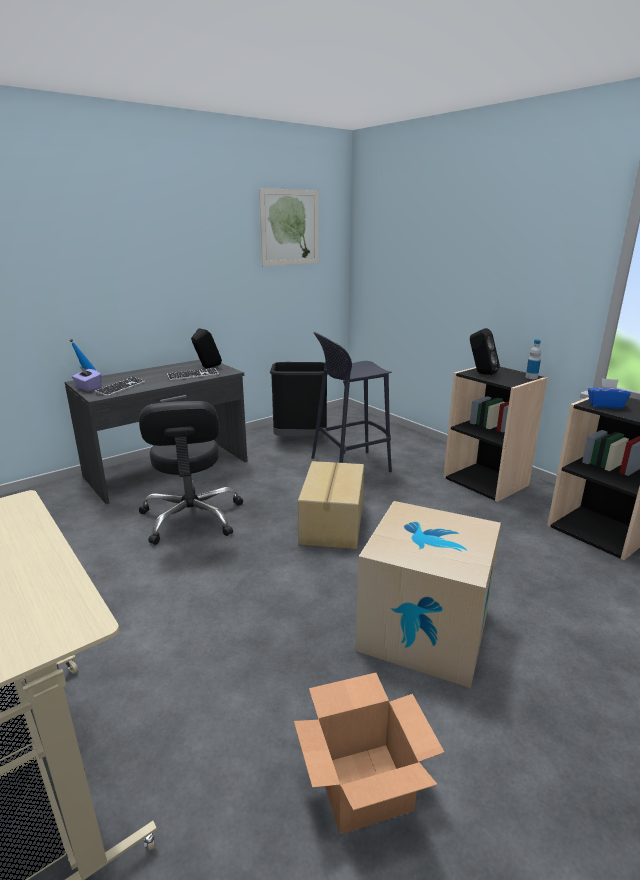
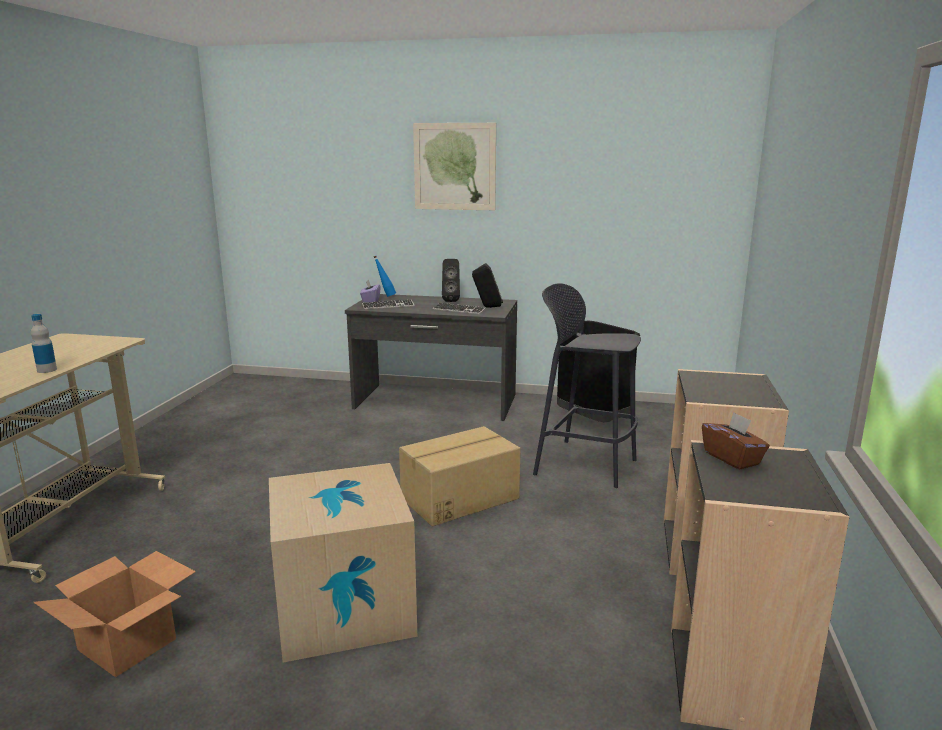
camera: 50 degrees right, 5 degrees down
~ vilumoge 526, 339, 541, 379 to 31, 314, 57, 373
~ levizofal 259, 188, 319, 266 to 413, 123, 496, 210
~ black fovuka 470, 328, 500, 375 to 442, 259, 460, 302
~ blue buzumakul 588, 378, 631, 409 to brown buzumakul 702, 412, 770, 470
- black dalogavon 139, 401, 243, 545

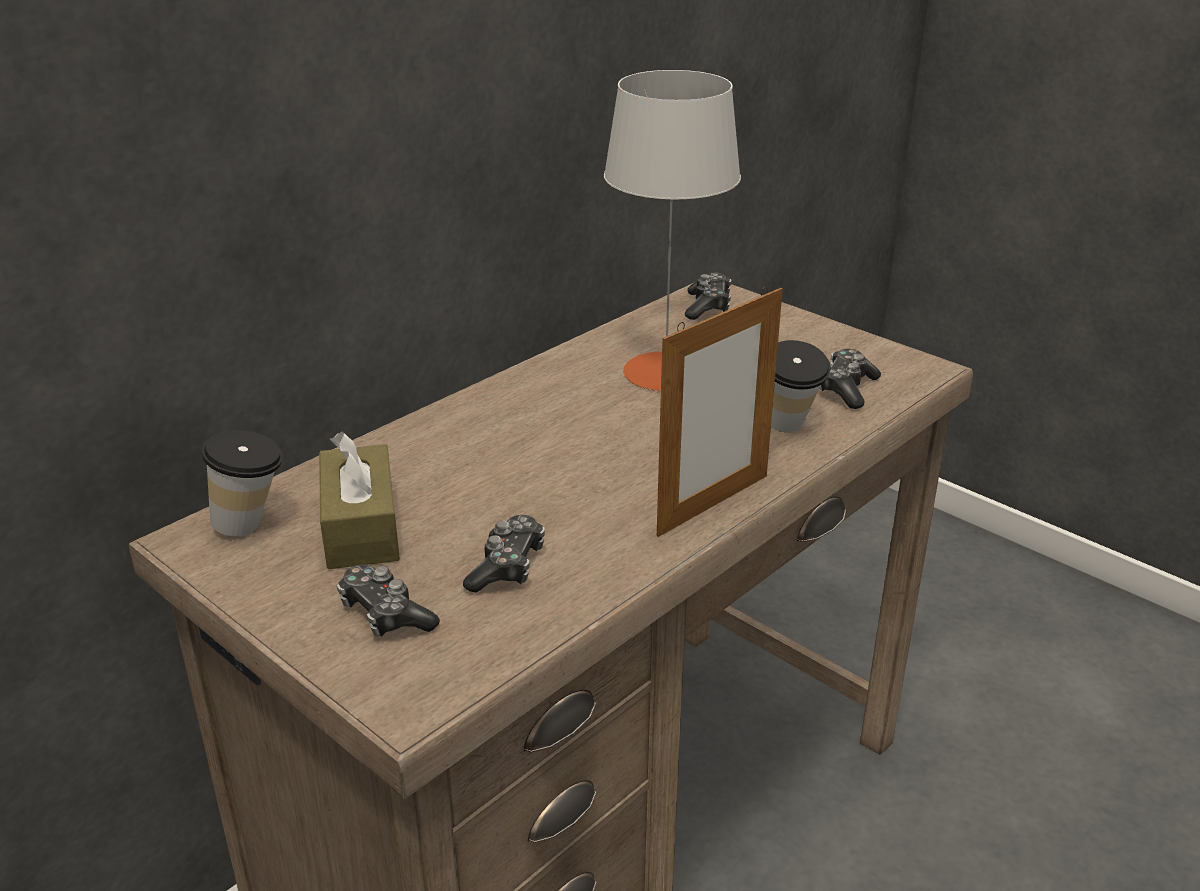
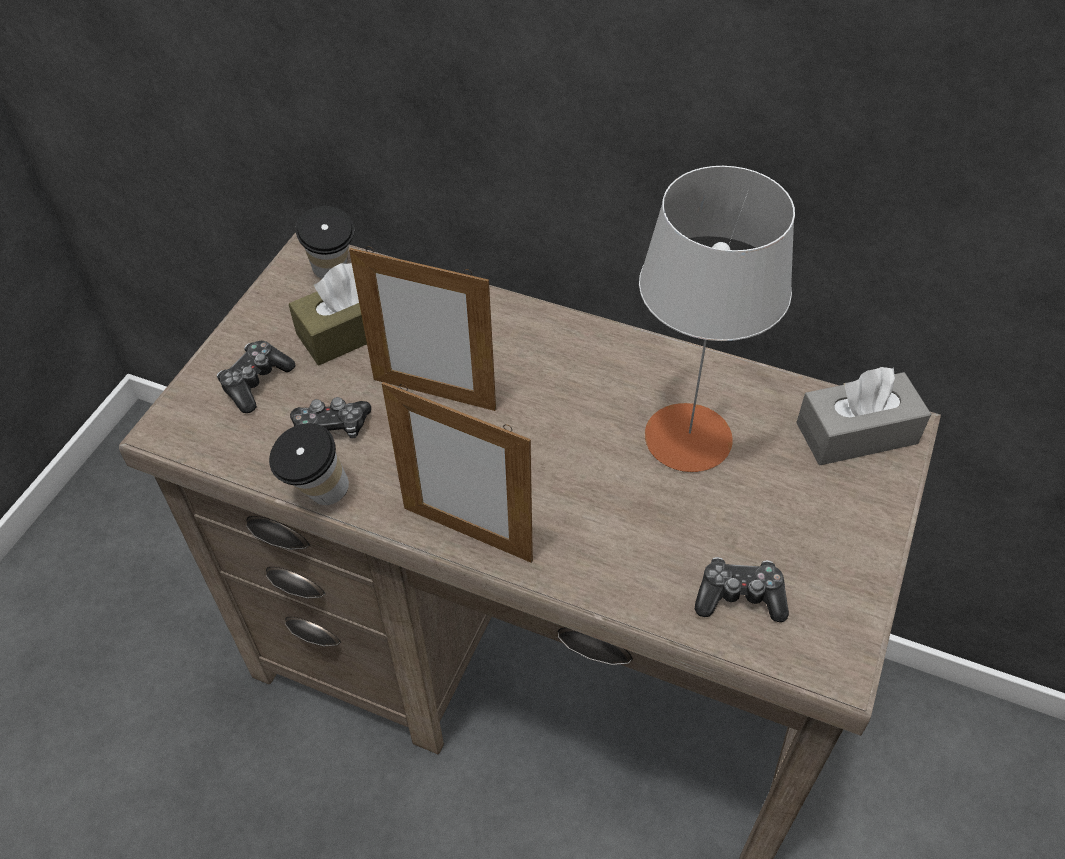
camera: 70 degrees right, 20 degrees up
~ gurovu 771, 340, 831, 432 to 269, 423, 349, 505
+ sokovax 349, 247, 496, 411
~ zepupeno 685, 272, 732, 320 to grey buzumakul 796, 367, 931, 465

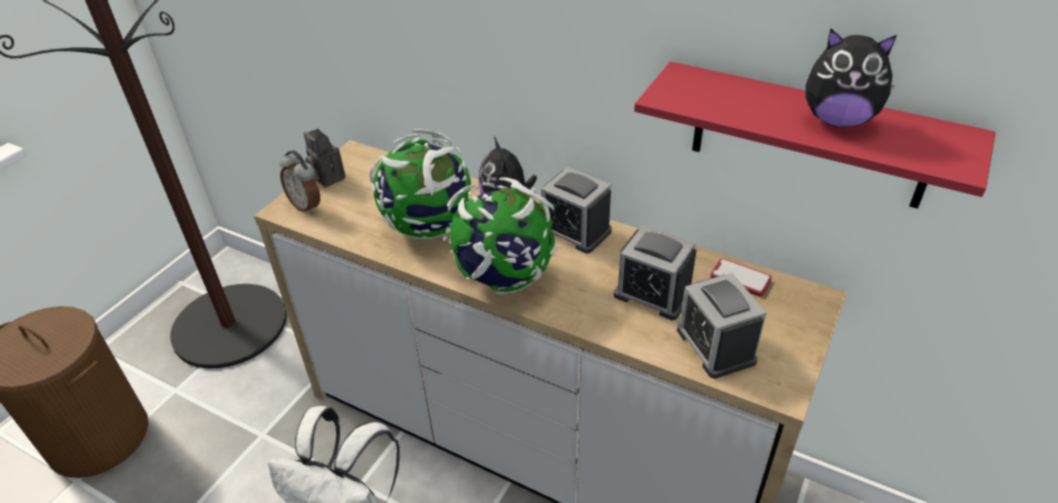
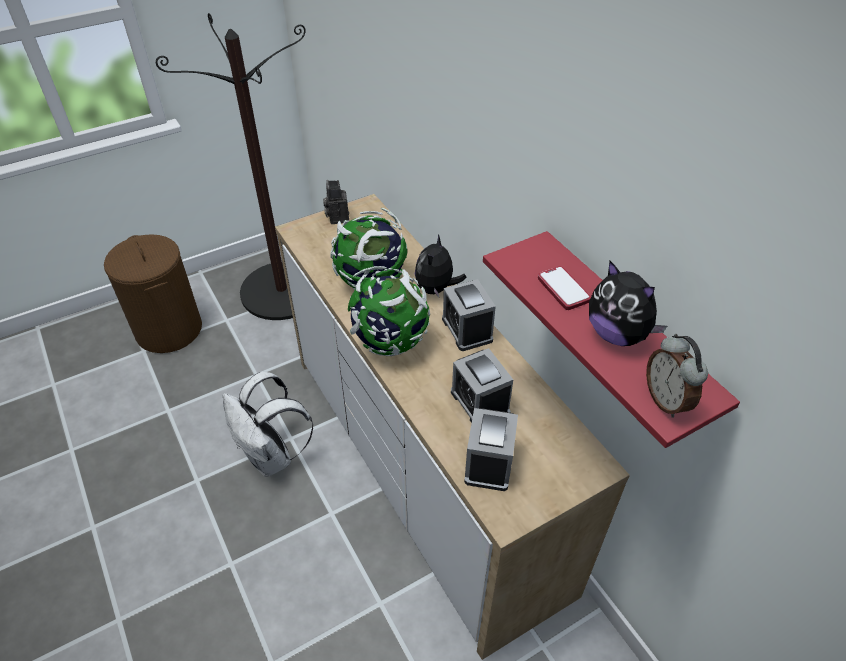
camera: 30 degrees right, 5 degrees up
~ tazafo 710, 259, 772, 296 to 538, 266, 591, 310
~ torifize 279, 150, 320, 214 to 646, 334, 708, 418

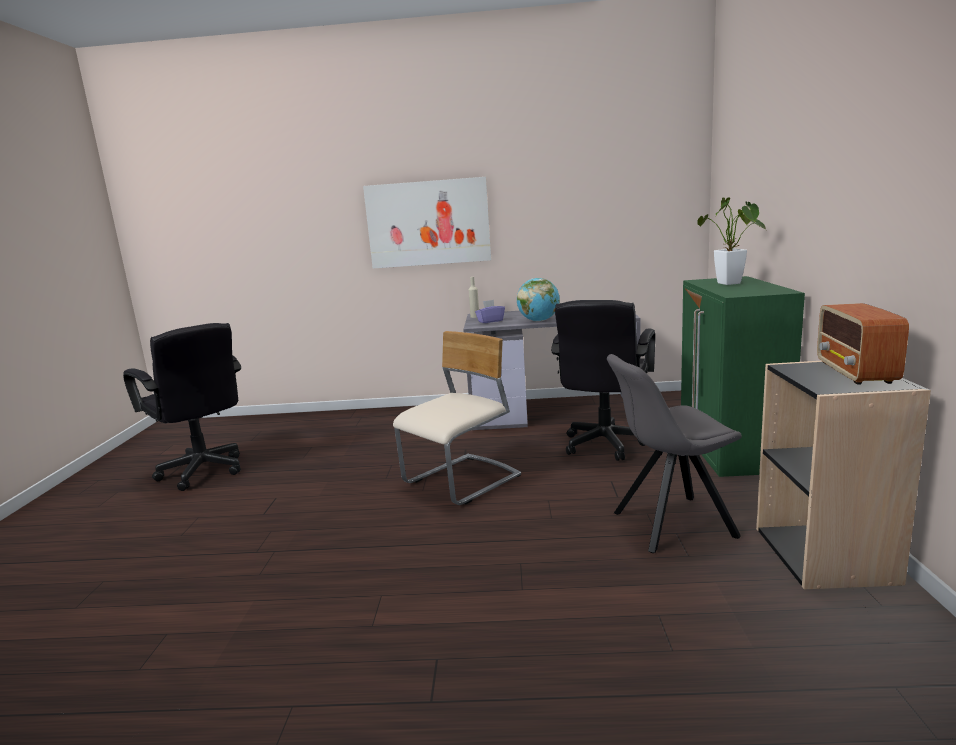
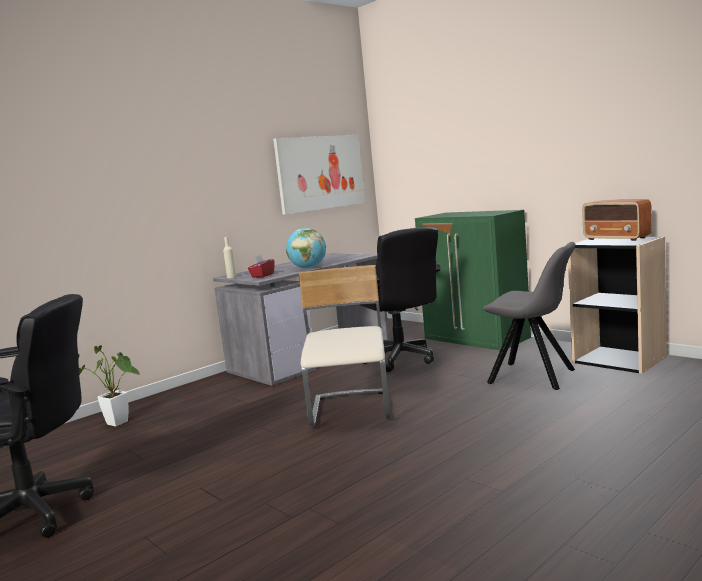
camera: 45 degrees left, 5 degrees down
~ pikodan 697, 197, 766, 285 to 79, 345, 141, 427
~ purple buzumakul 475, 300, 505, 323 to red buzumakul 248, 255, 275, 278
~ levizofal 363, 177, 491, 269 to 273, 135, 365, 215
~ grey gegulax 607, 354, 742, 553 = 483, 242, 576, 390 90 degrees counterclockwise

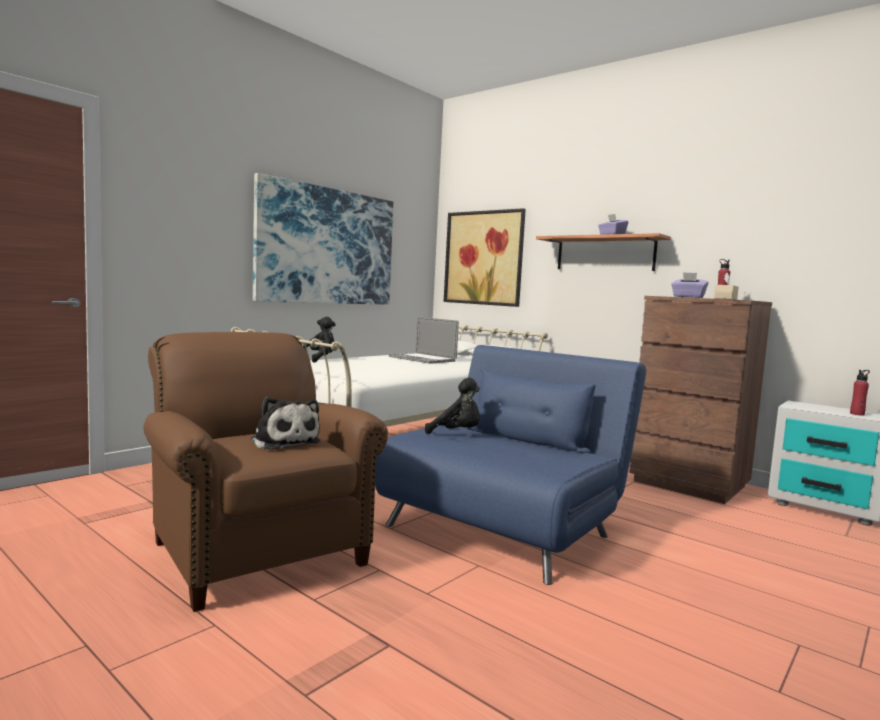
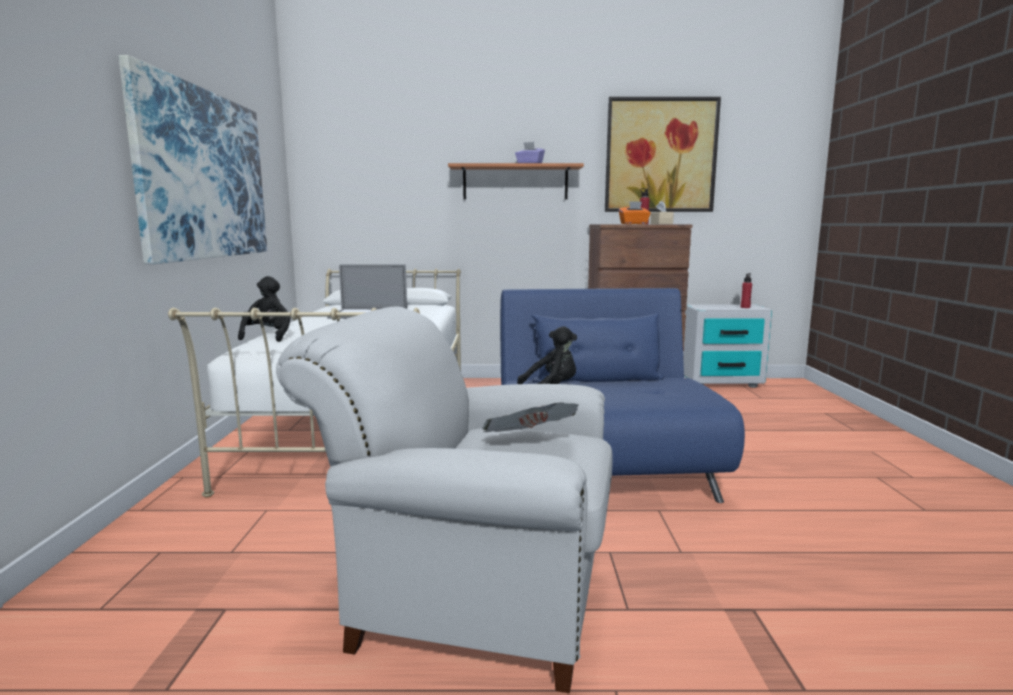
camera: 40 degrees left, 5 degrees up
~ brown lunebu 144, 332, 388, 612 to white lunebu 276, 307, 613, 693
~ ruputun 251, 397, 320, 450 to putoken 482, 403, 579, 432
~ levizofal 444, 208, 526, 307 to 605, 97, 721, 212
~ purple buzumakul 671, 272, 708, 298 to orange buzumakul 619, 201, 651, 224

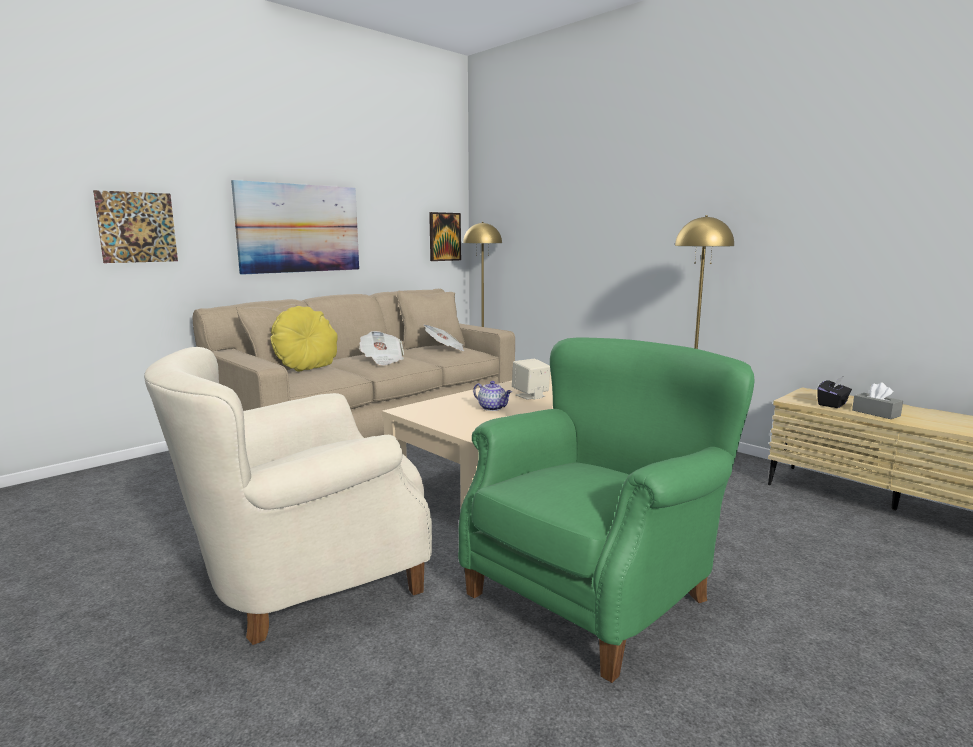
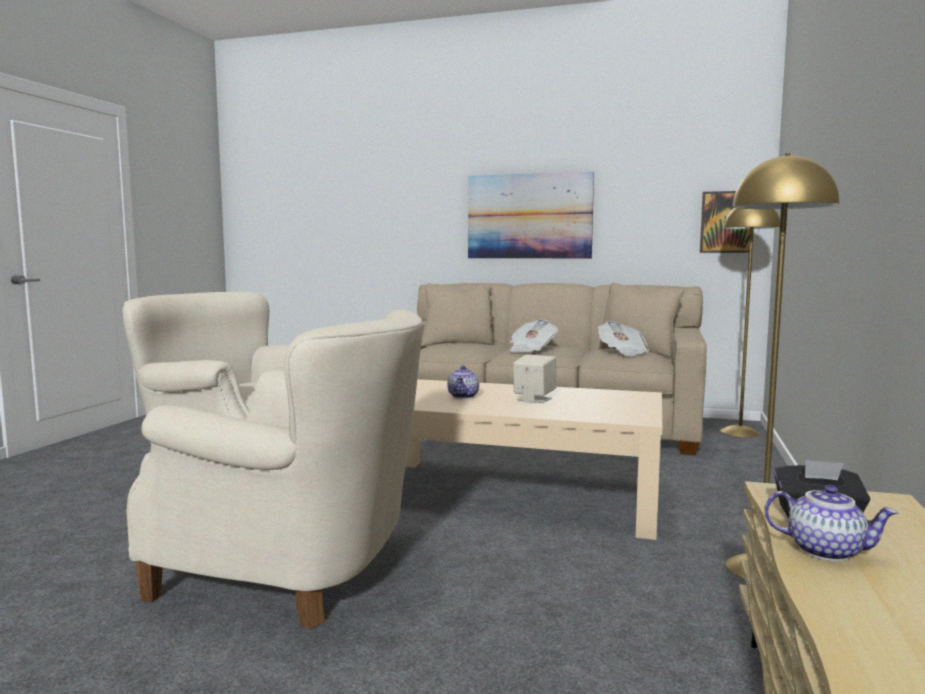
camera: 60 degrees right, 5 degrees down
~ green lunebu 458, 338, 754, 683 to beige lunebu 127, 310, 424, 629
~ grey buzumakul 852, 382, 903, 419 to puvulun 764, 485, 899, 561
- levizofal 93, 190, 178, 263
- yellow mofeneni 270, 306, 338, 372

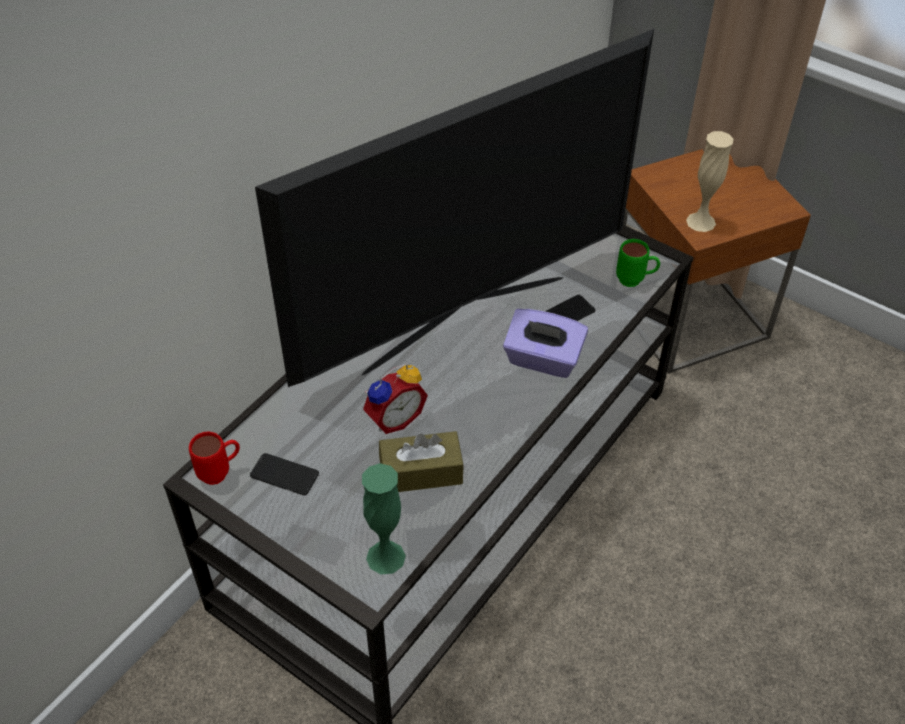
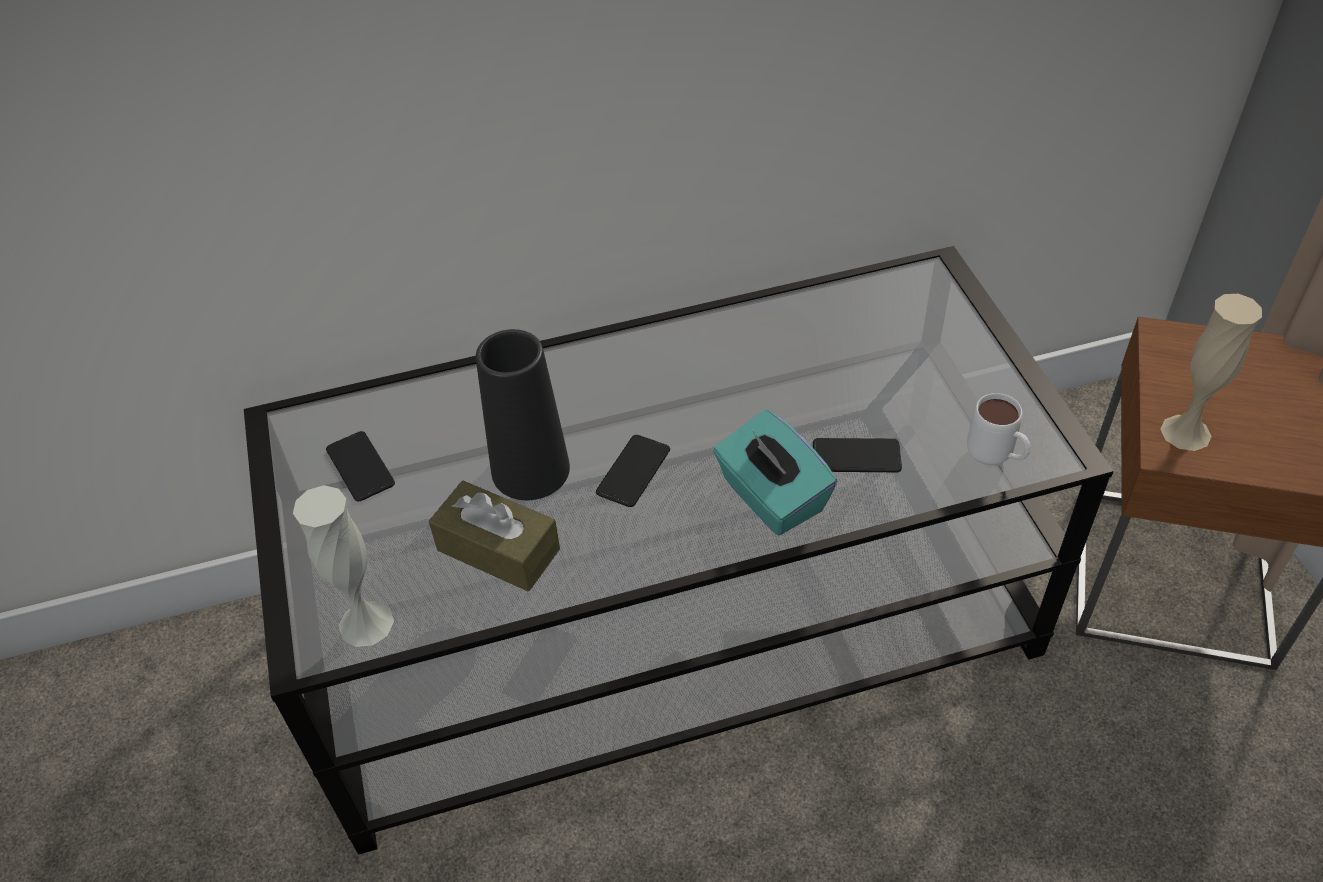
camera: 40 degrees right, 0 degrees up
~ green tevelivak 362, 463, 406, 574 to white tevelivak 293, 485, 394, 647
~ torifize 363, 363, 428, 434 to black tevelivak 476, 329, 570, 500
+ tazafo 596, 435, 670, 507
~ purple buzumakul 503, 309, 588, 378 to turquoise buzumakul 713, 410, 837, 536
~ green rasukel 616, 239, 660, 287 to white rasukel 967, 393, 1031, 468
- red rasukel 189, 432, 240, 485
- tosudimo 255, 29, 654, 387

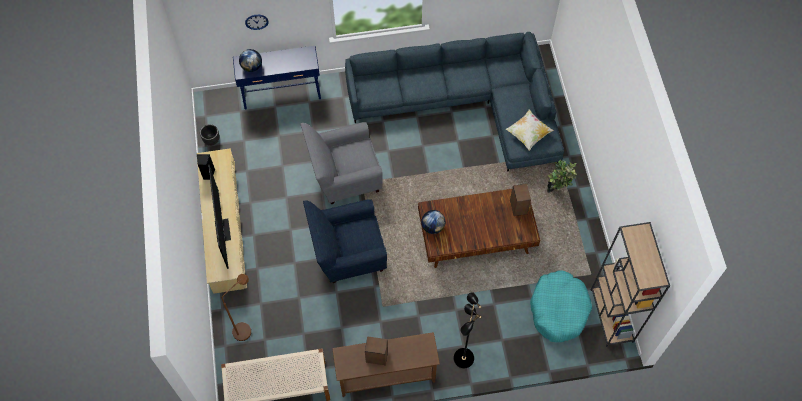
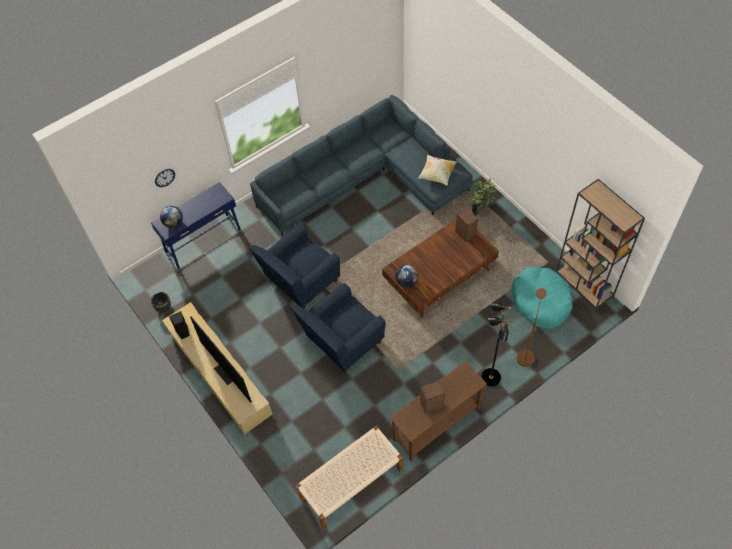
camera: 25 degrees left, 5 degrees down
~ grey lunebu 301, 122, 383, 204 to blue lunebu 249, 224, 340, 309
~ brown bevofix 222, 274, 251, 341 to 517, 288, 547, 367

